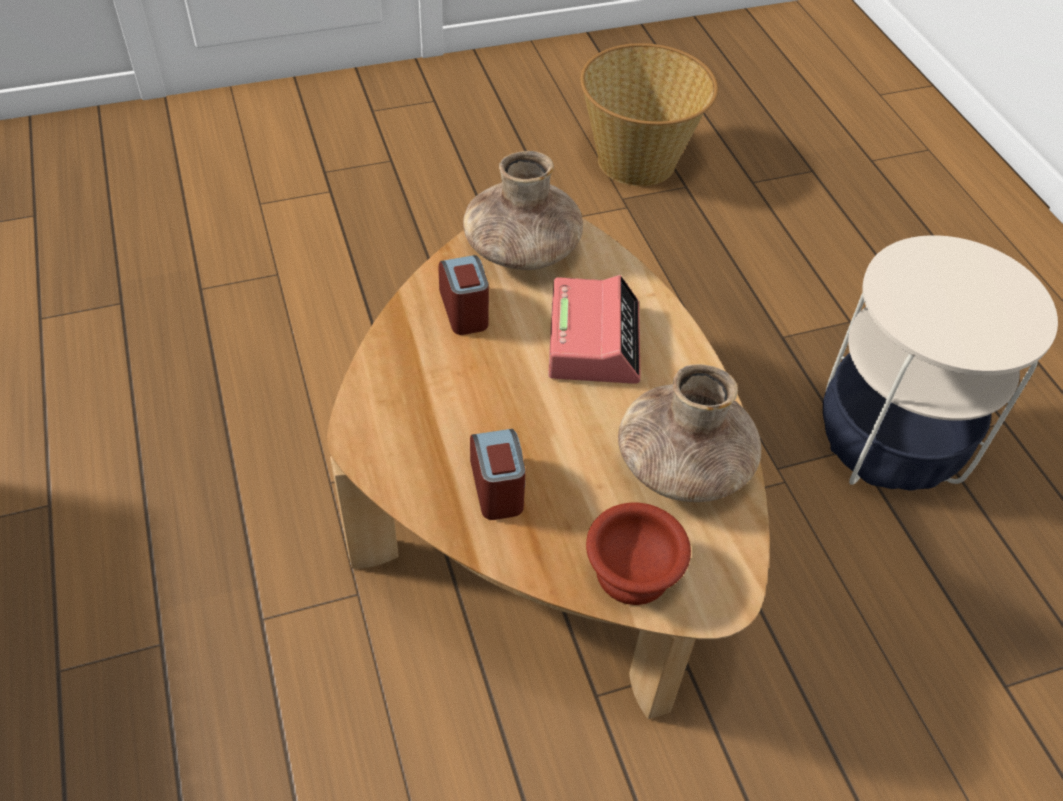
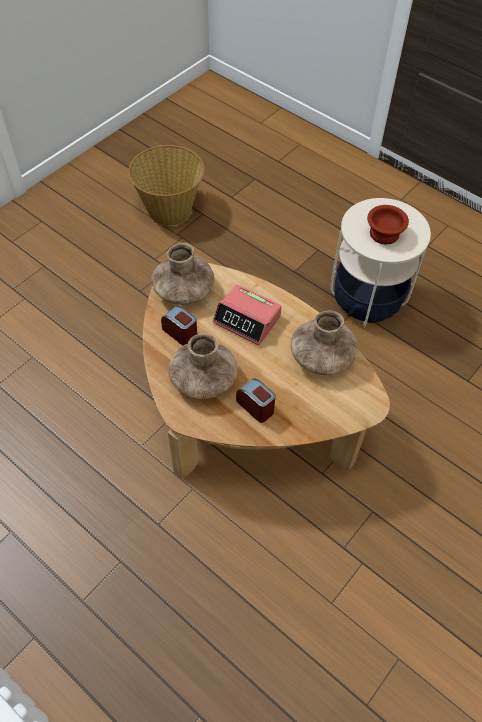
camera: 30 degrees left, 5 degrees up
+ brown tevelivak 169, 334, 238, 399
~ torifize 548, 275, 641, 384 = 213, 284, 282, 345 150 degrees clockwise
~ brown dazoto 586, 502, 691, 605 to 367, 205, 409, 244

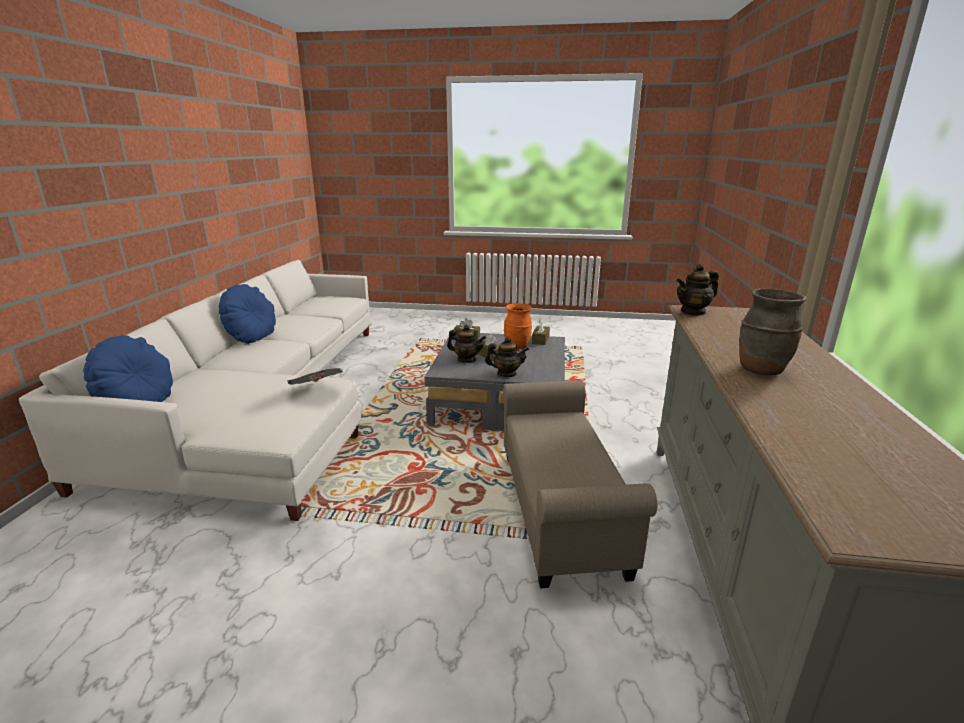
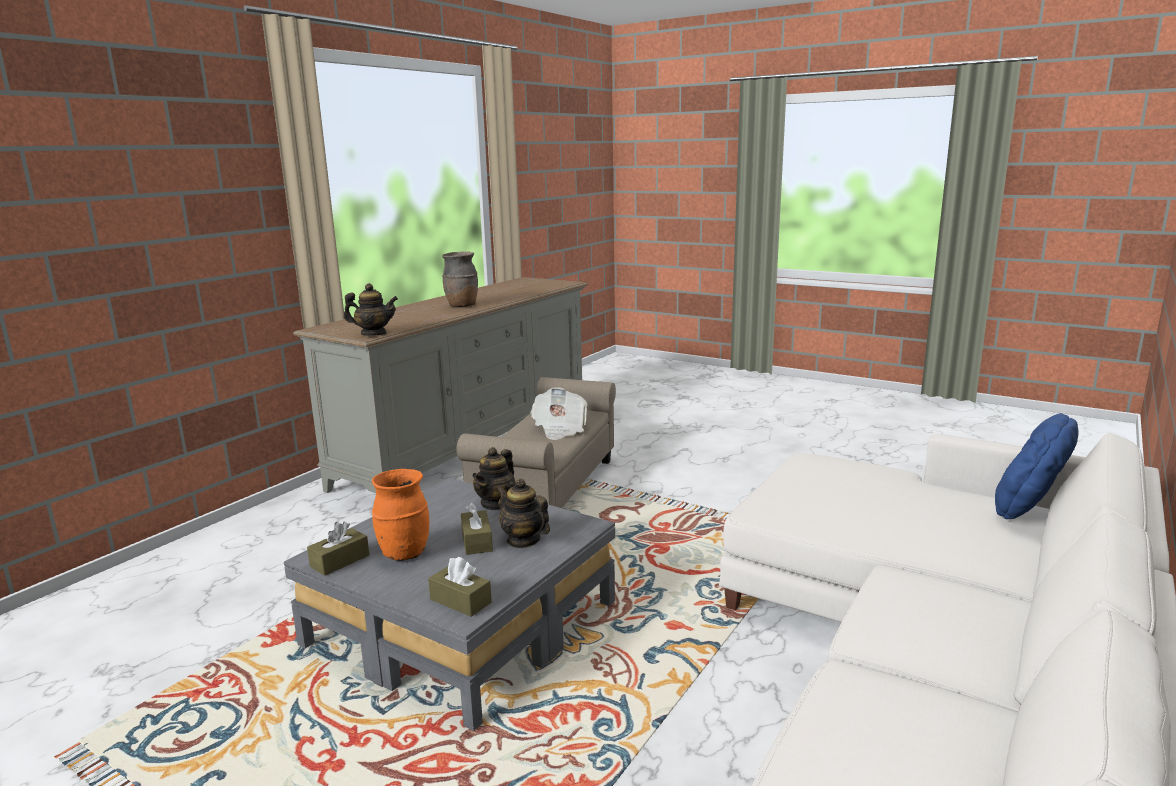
camera: 155 degrees left, 5 degrees down
~ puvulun 485, 337, 529, 377 = 472, 447, 515, 510 90 degrees counterclockwise
~ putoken 287, 368, 343, 385 to 530, 387, 587, 440
- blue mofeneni 219, 284, 276, 344

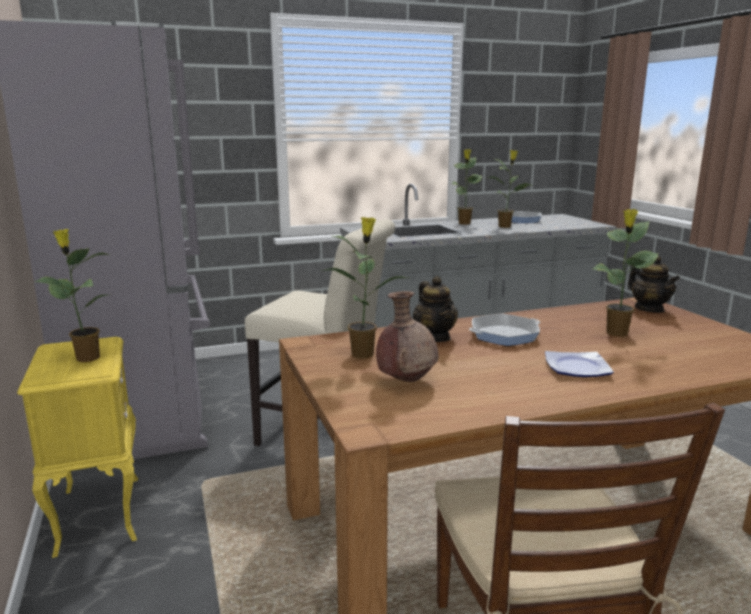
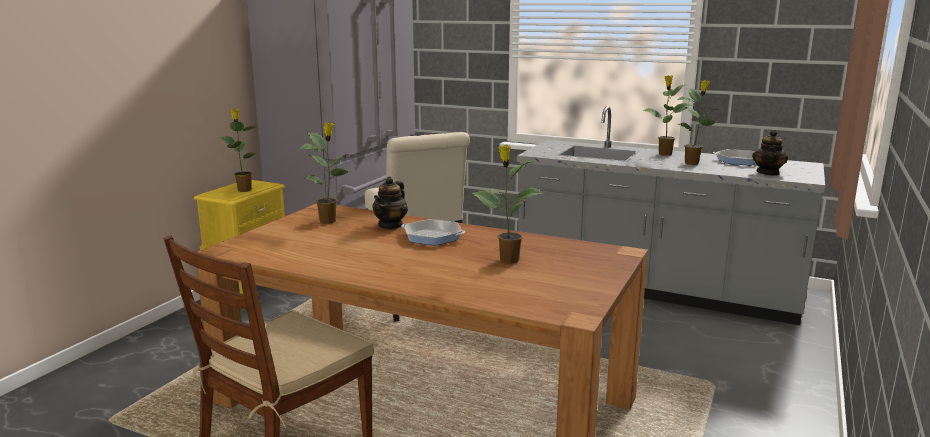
camera: 45 degrees right, 0 degrees up
~ puvulun 628, 256, 680, 313 to 752, 130, 788, 176
- brown tevelivak 376, 291, 438, 382
- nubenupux 545, 351, 614, 377

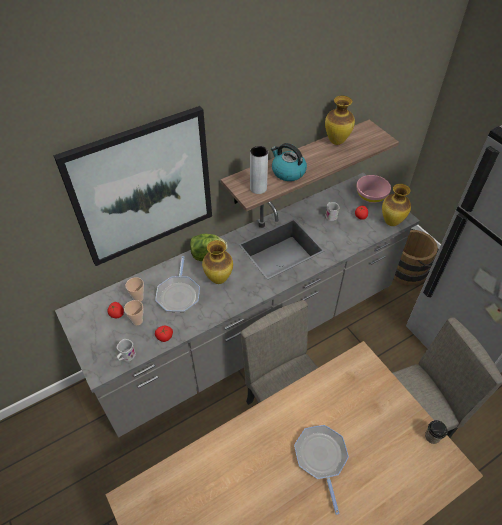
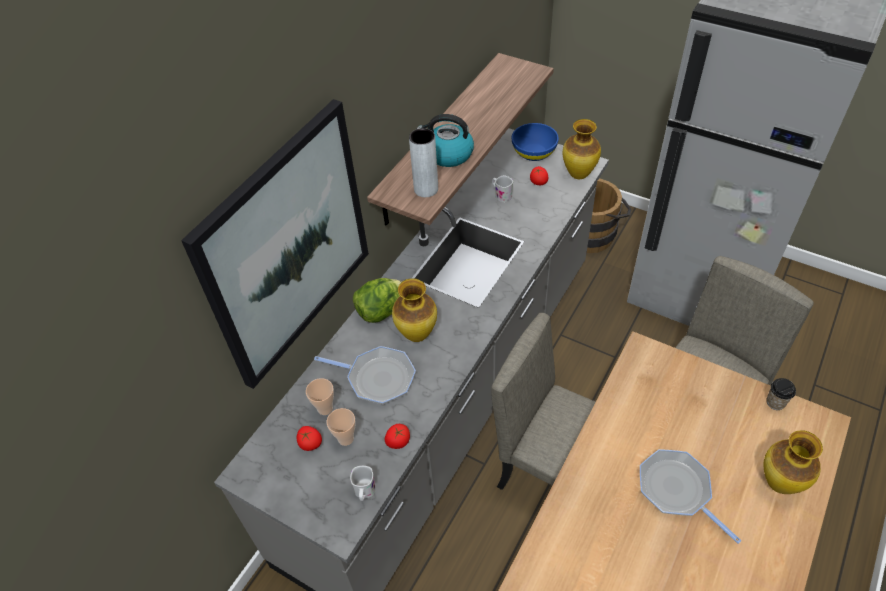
camera: 25 degrees left, 0 degrees up
~ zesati 155, 256, 200, 312 = 314, 346, 416, 404 45 degrees counterclockwise
~ pink dazoto 357, 175, 391, 203 to blue dazoto 512, 123, 559, 161
~ tevelivak 325, 96, 355, 145 to 764, 430, 823, 494

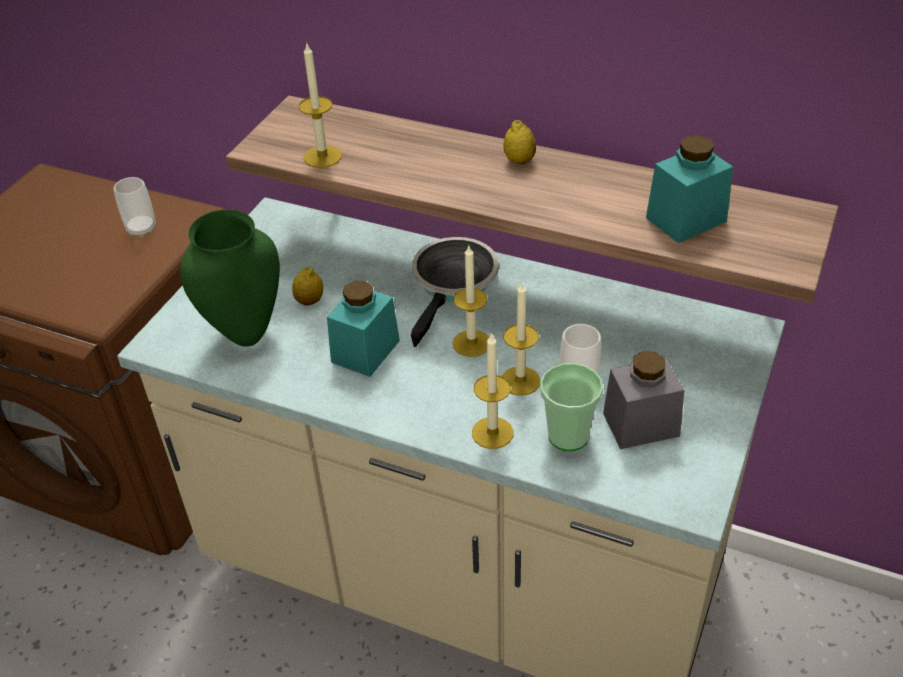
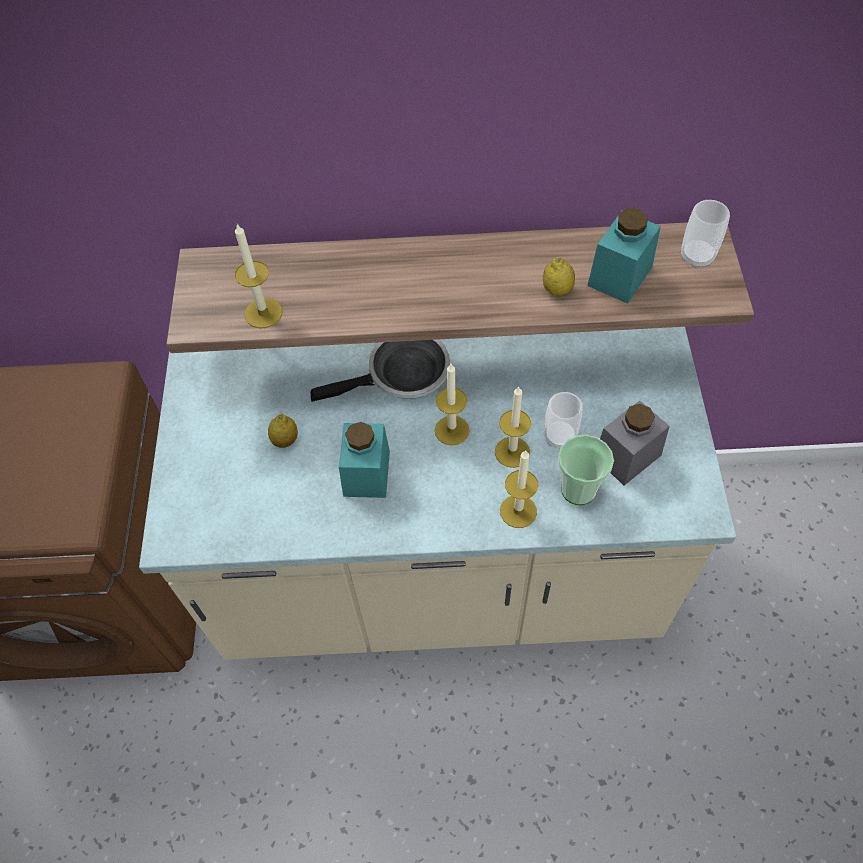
camera: 25 degrees left, 15 degrees up
~ zesati 411, 237, 499, 347 = 310, 339, 450, 402 75 degrees clockwise
~ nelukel 503, 120, 536, 164 to 543, 257, 575, 296
~ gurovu 113, 177, 156, 237 to 681, 200, 730, 268
- green tevelivak 180, 209, 280, 347

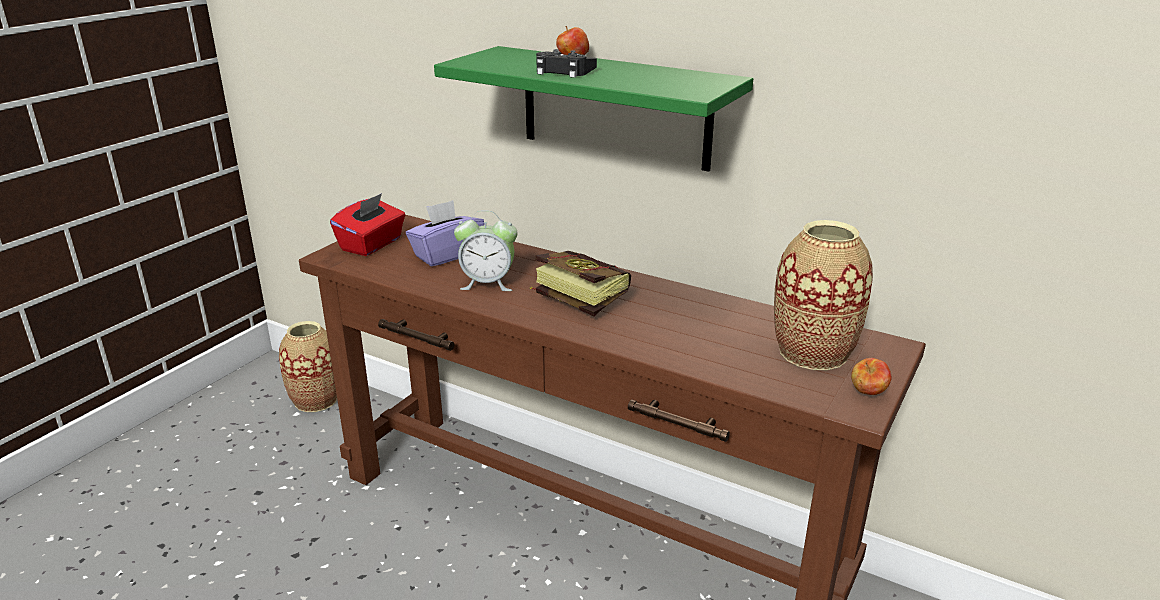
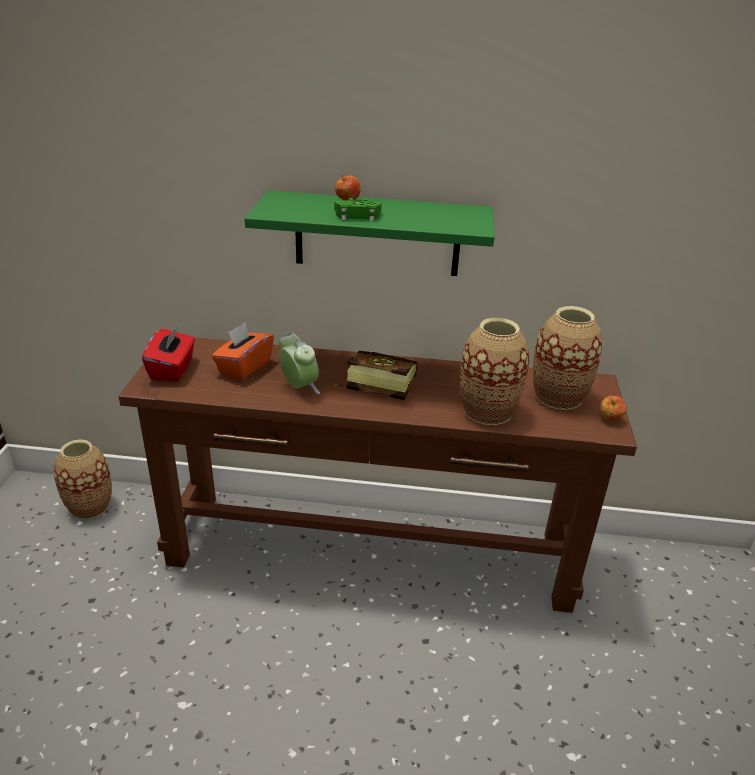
camera: 25 degrees left, 5 degrees up
~ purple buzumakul 406, 200, 485, 266 to orange buzumakul 212, 323, 274, 381
~ torifize 454, 210, 518, 291 = 279, 332, 320, 394 105 degrees counterclockwise
~ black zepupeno 536, 49, 597, 78 to green zepupeno 334, 198, 382, 221
+ tevelivak 460, 318, 529, 425

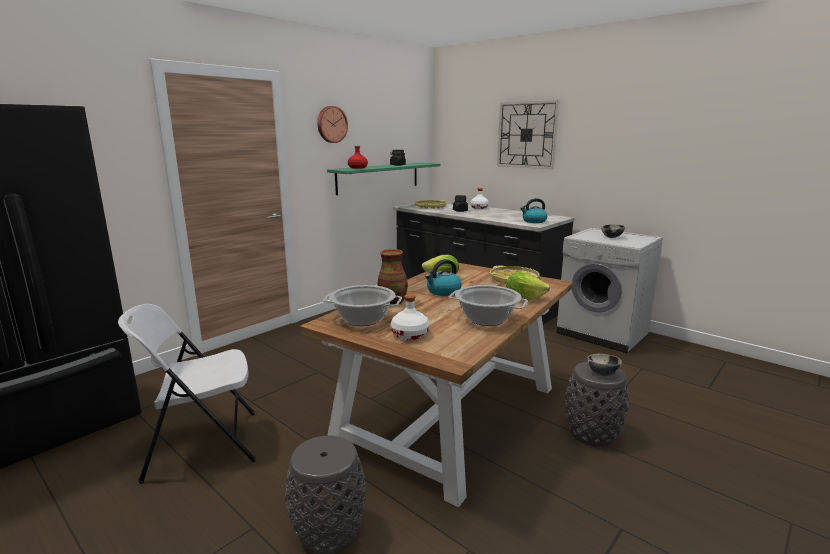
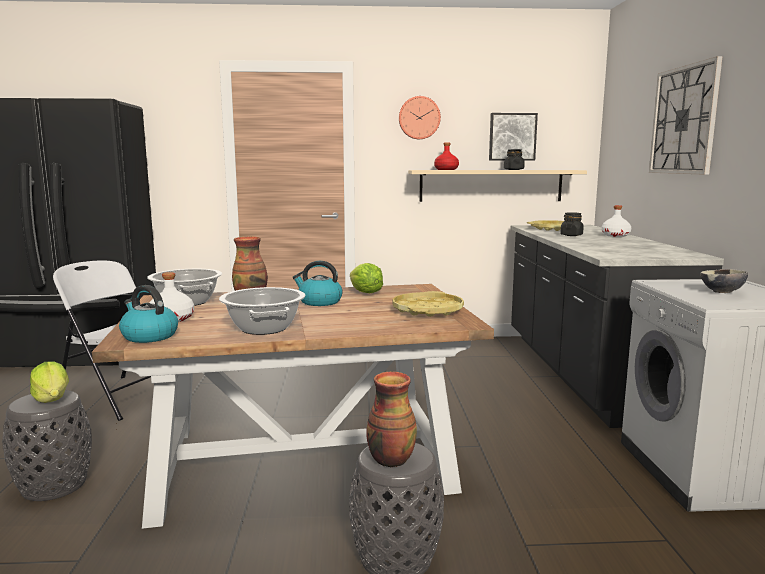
camera: 45 degrees right, 5 degrees down
~ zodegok 506, 272, 550, 301 to 30, 361, 69, 403
~ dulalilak 520, 198, 547, 223 to 119, 285, 178, 343
~ dazoto 587, 354, 622, 376 to tevelivak 366, 372, 417, 467
~ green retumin 327, 163, 440, 195 to beige retumin 408, 170, 587, 202
+ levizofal 489, 113, 538, 161

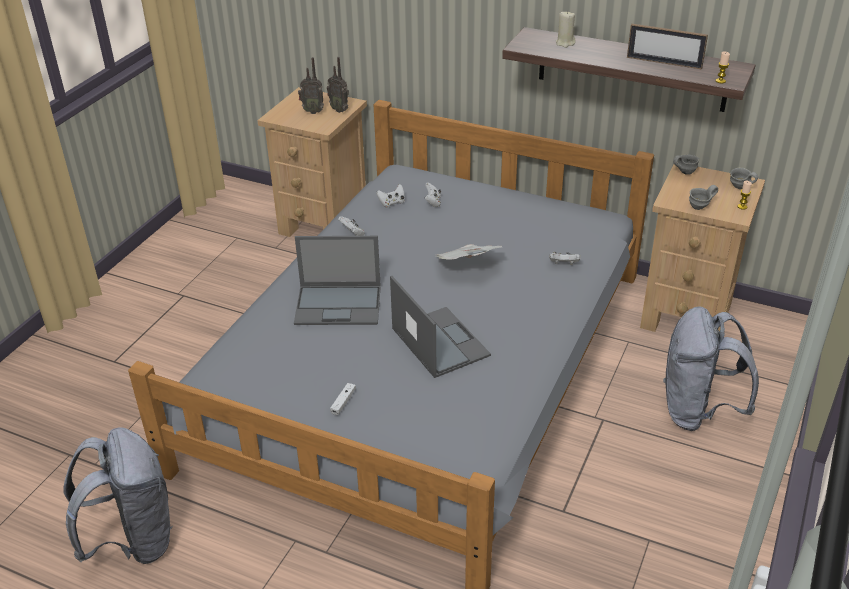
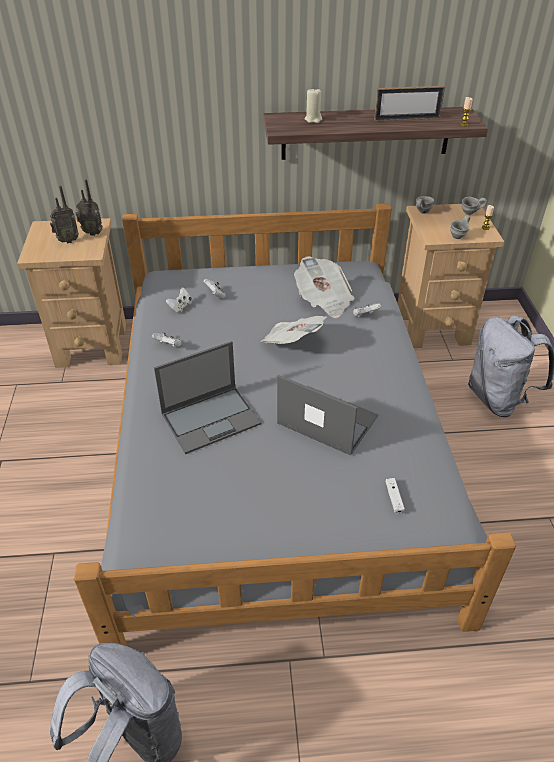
camera: 30 degrees left, 5 degrees up
+ putoken 294, 256, 355, 318
~ white zepupeno 330, 383, 356, 415 to 385, 478, 405, 514

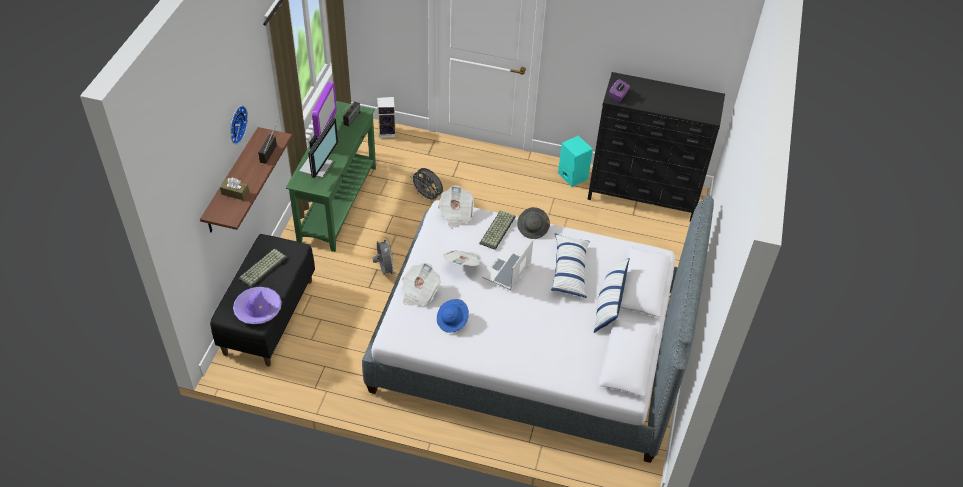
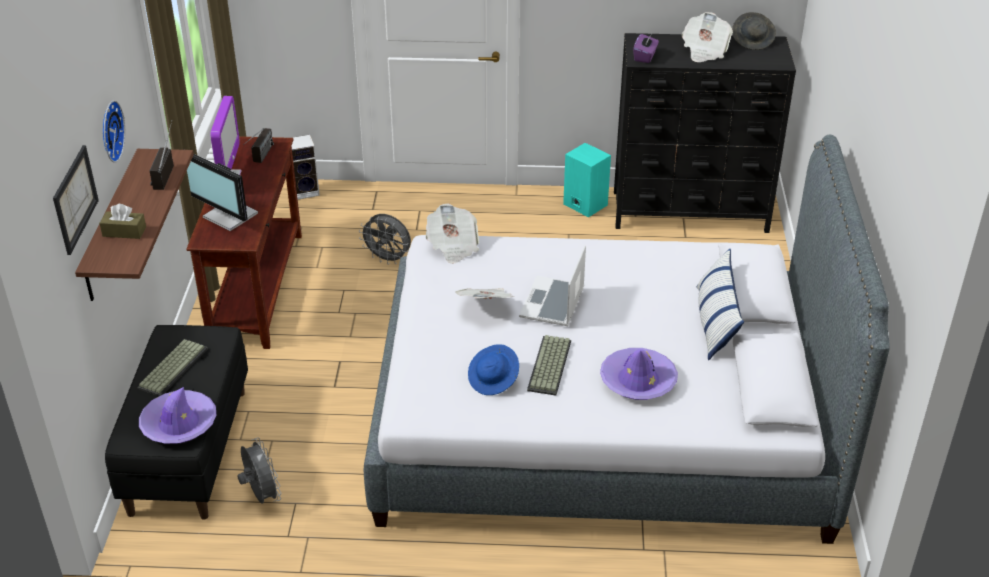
camera: 10 degrees left, 10 degrees down
+ levizofal 53, 145, 99, 255
~ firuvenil 299, 117, 338, 178 = 183, 149, 258, 231 120 degrees clockwise
~ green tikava 286, 101, 376, 252 to brown tikava 186, 137, 302, 349
~ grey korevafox 372, 237, 395, 276 to 237, 437, 281, 504
~ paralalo 479, 211, 516, 250 to 527, 335, 571, 396
+ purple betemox 600, 348, 678, 400
~ putoken 402, 263, 441, 306 to 682, 12, 733, 62
~ grey betemox 517, 207, 550, 239 to 732, 12, 776, 50
- mofeneni 551, 233, 590, 298

